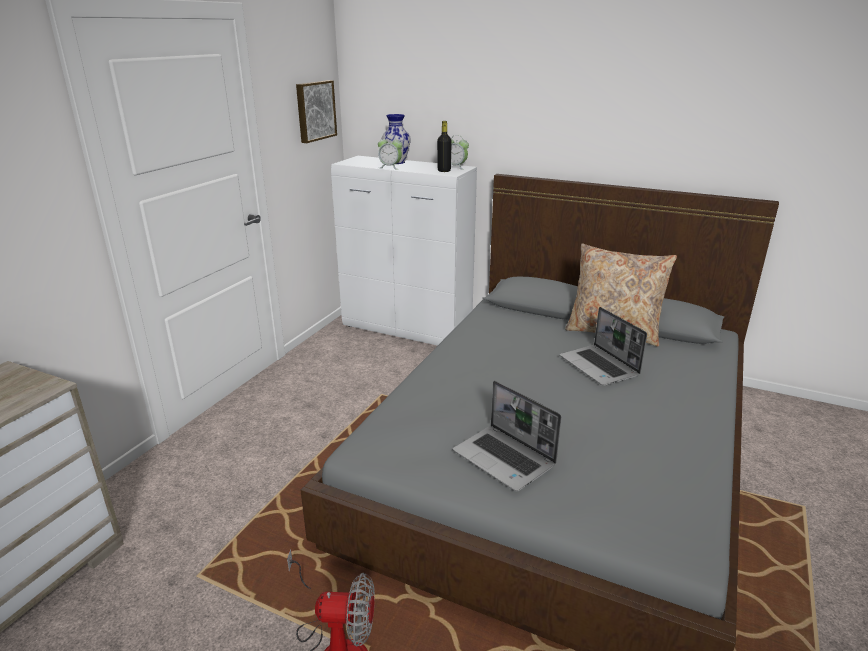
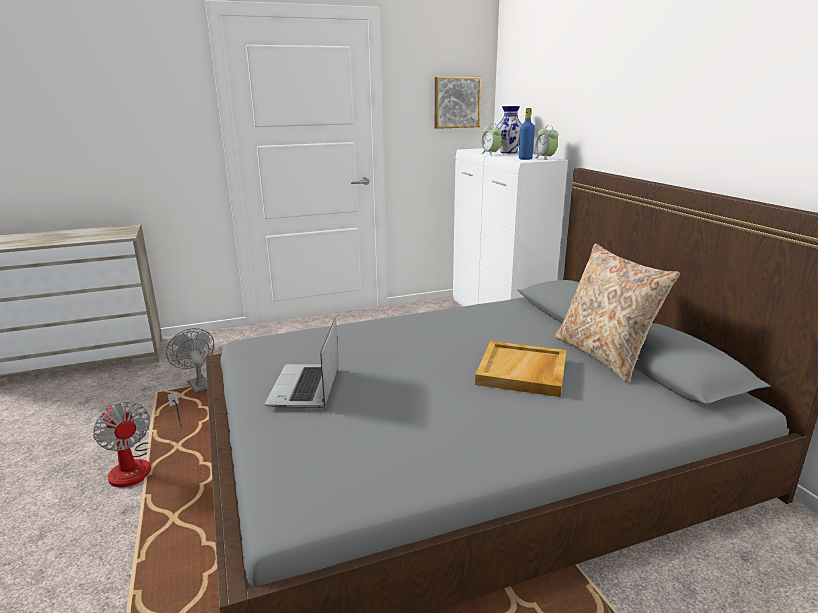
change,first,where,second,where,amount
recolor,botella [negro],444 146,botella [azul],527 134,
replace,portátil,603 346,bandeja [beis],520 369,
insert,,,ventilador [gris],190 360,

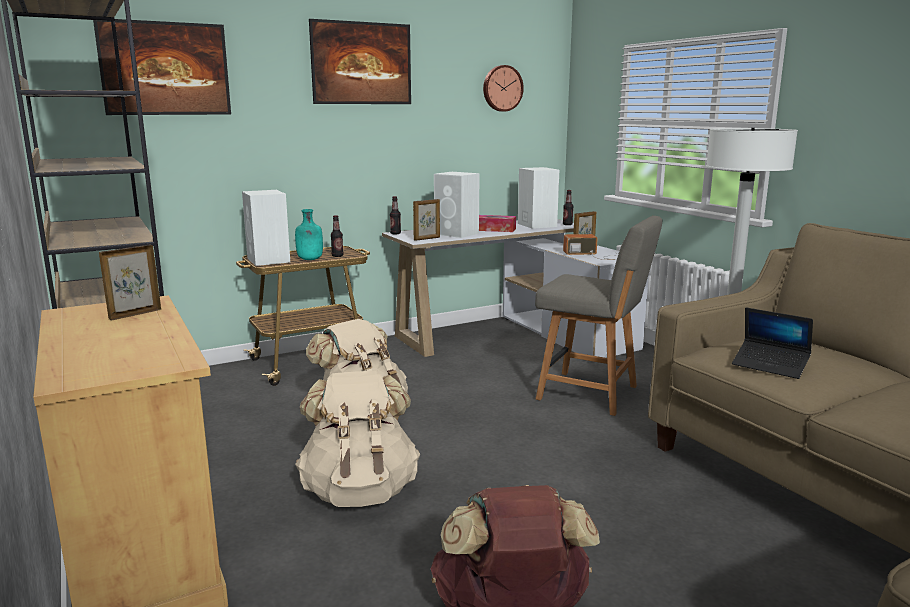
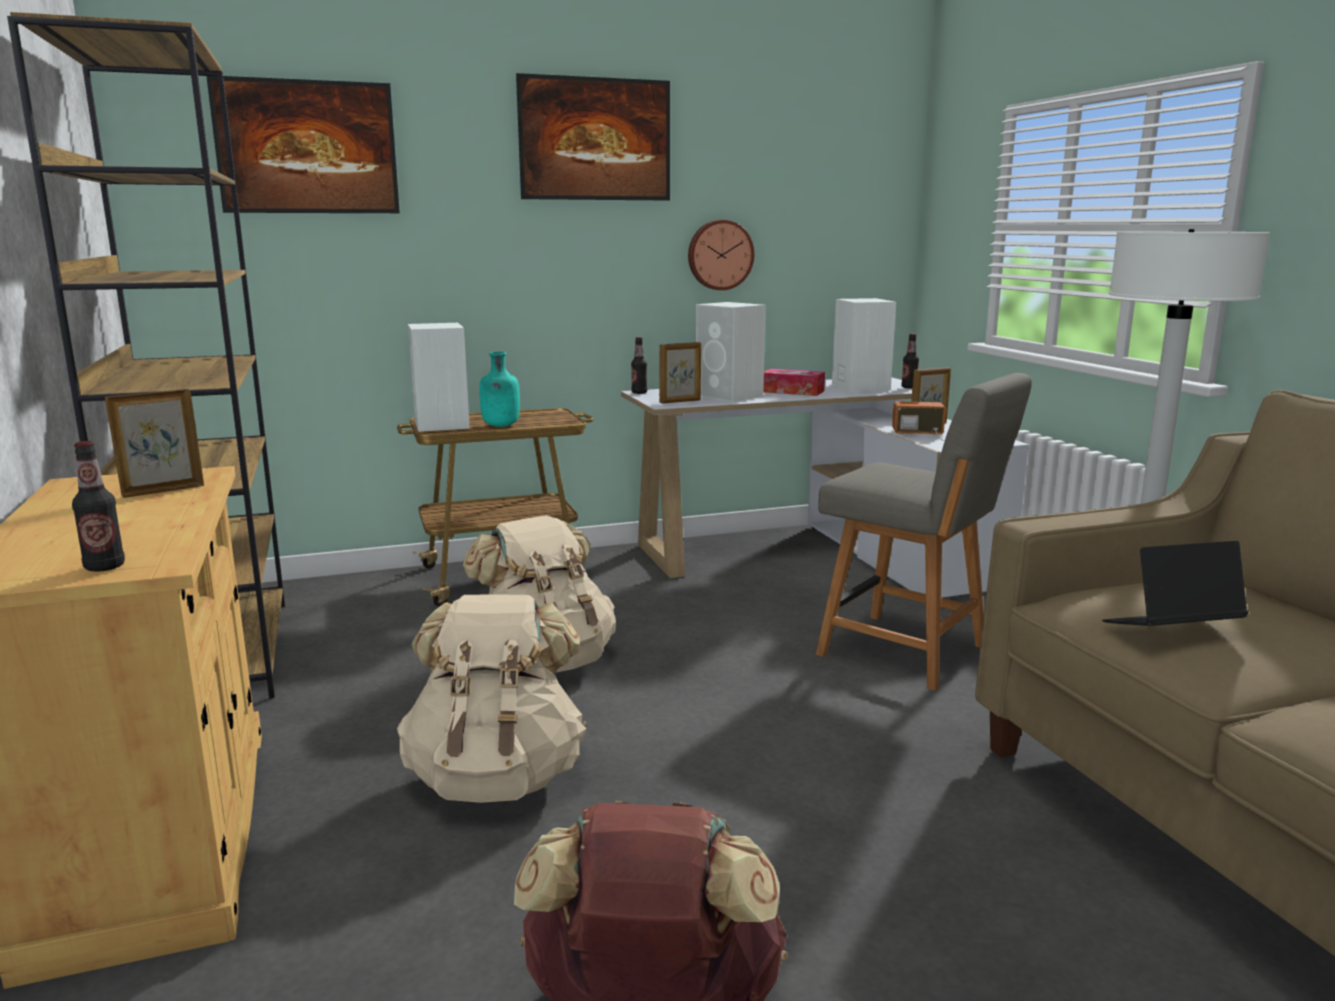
change,first,where,second,where,amount
move,botella,337 236,,98 506,
move,reloj de pared,503 88,,721 255,
rotate,portátil,772 343,,1175 583,120 degrees clockwise

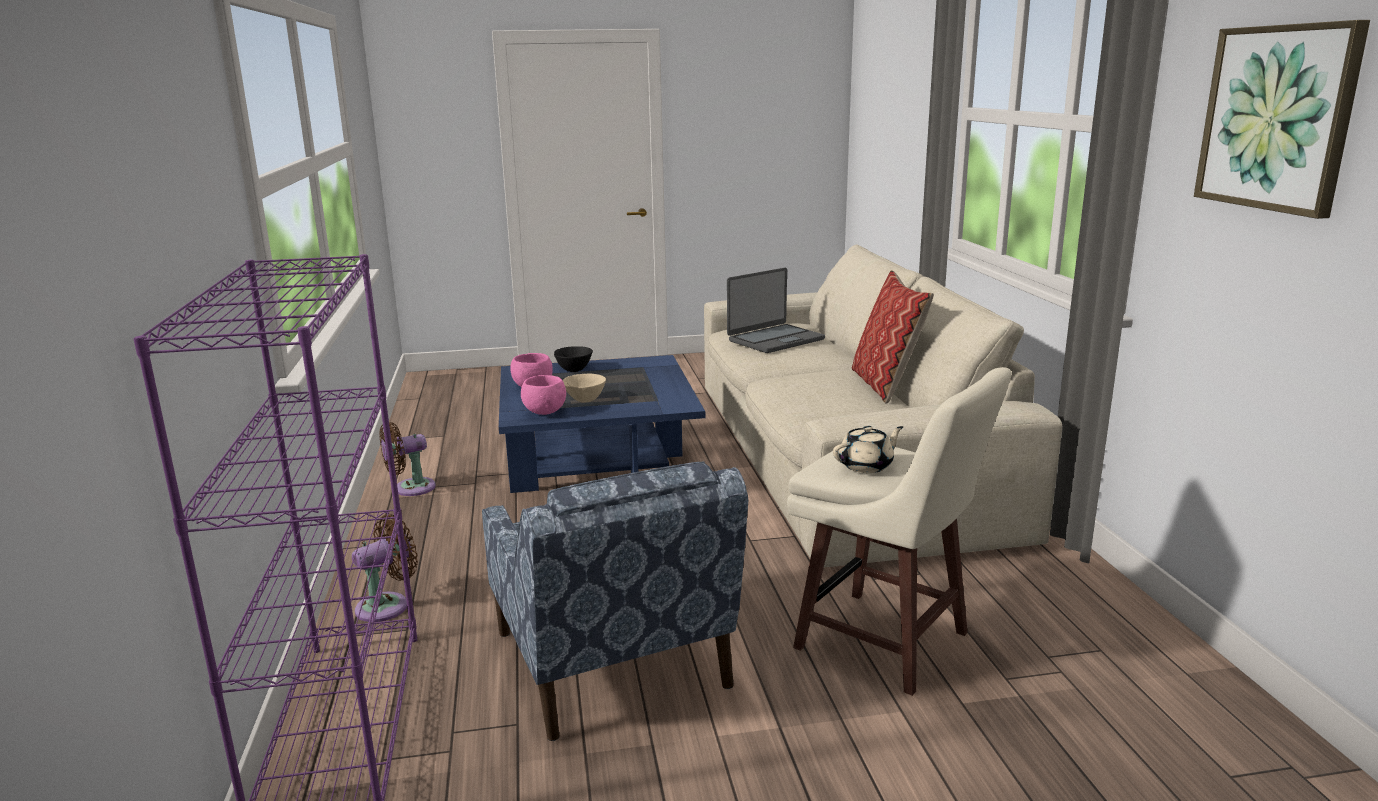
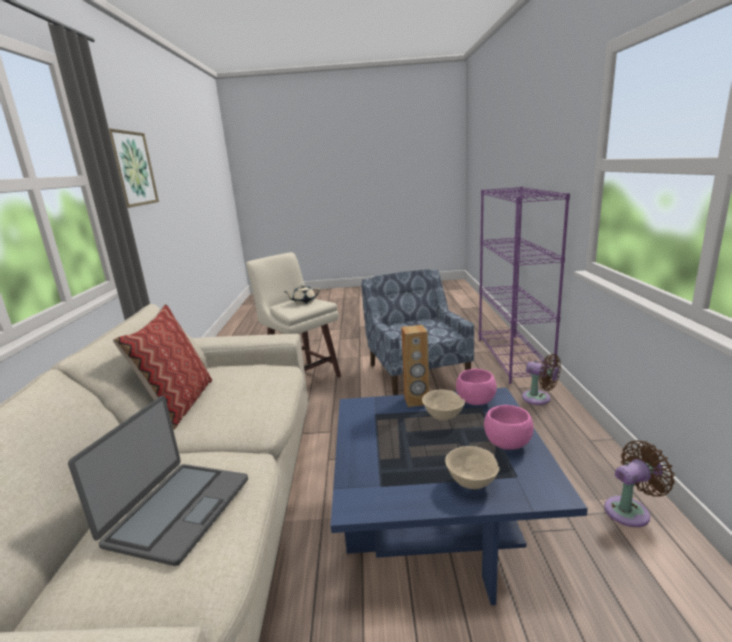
change,first,where,second,where,amount
rotate,ventilador [marrón],385 568,,541 379,105 degrees counterclockwise
recolor,cuenco [negro],573 359,cuenco [beis],472 467,
rotate,portátil,776 310,,158 481,135 degrees clockwise
insert,,,altavoz [marrón],415 366,

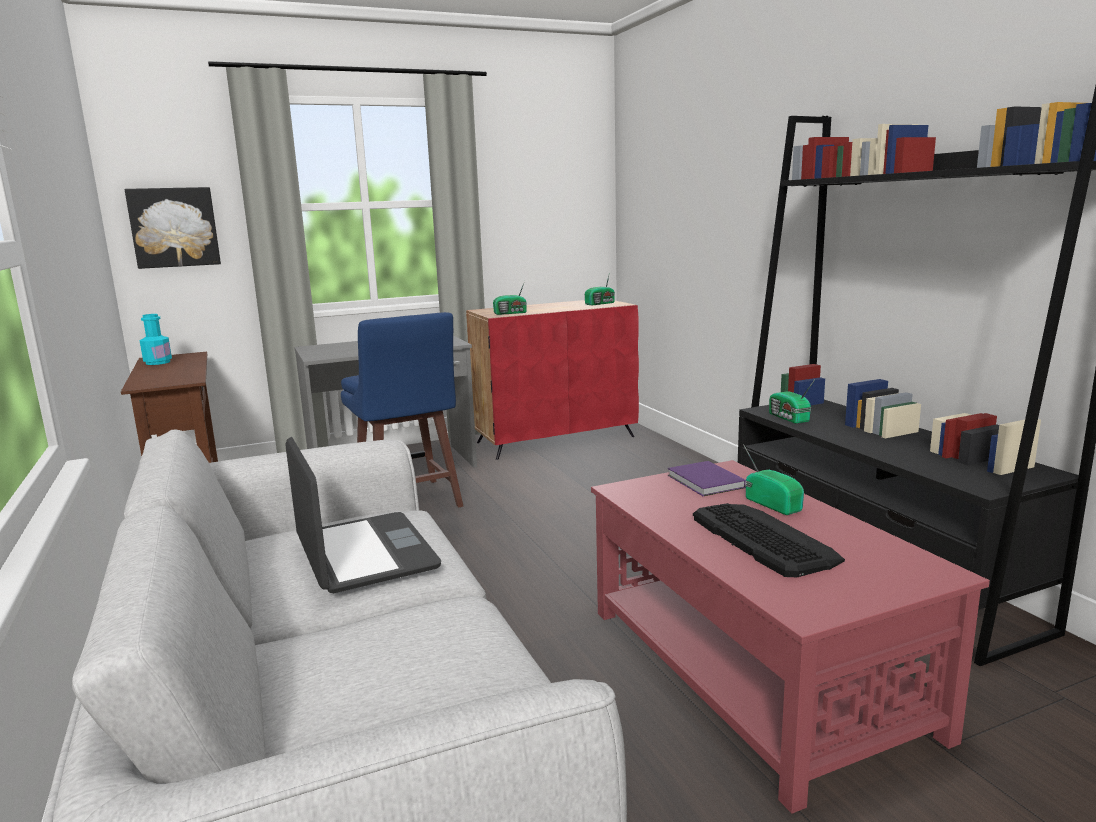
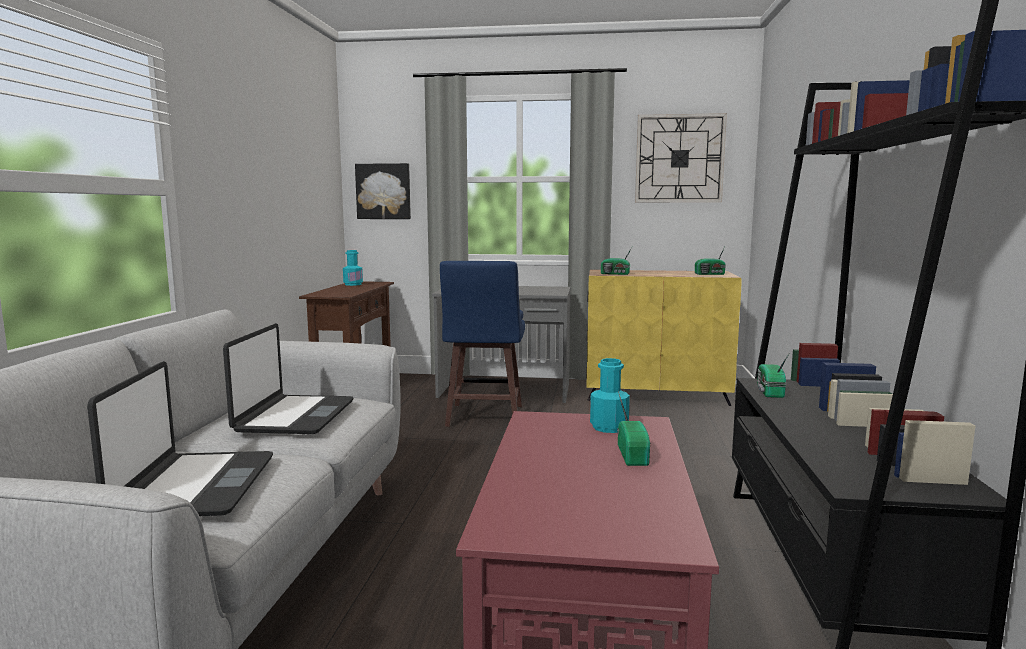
change,first,where,second,where,amount
recolor,armario [rojo],552 380,armario [amarillo],664 338,
replace,libro [morado],707 478,botella [turquesa],610 395,
delete,teclado,769 540,,,
insert,,,portátil,180 438,
insert,,,reloj de pared,681 157,

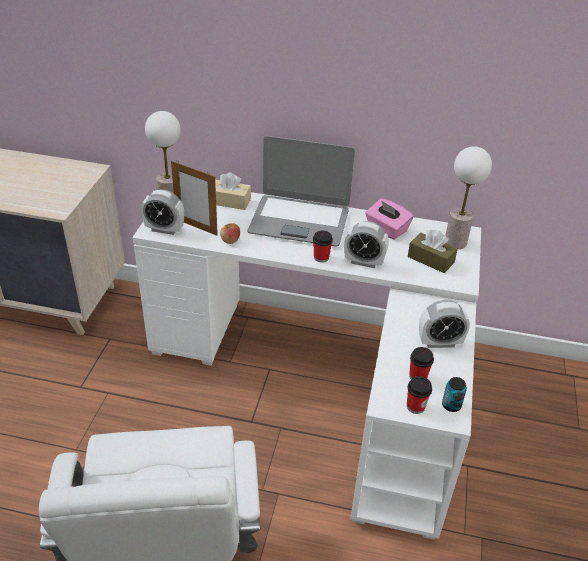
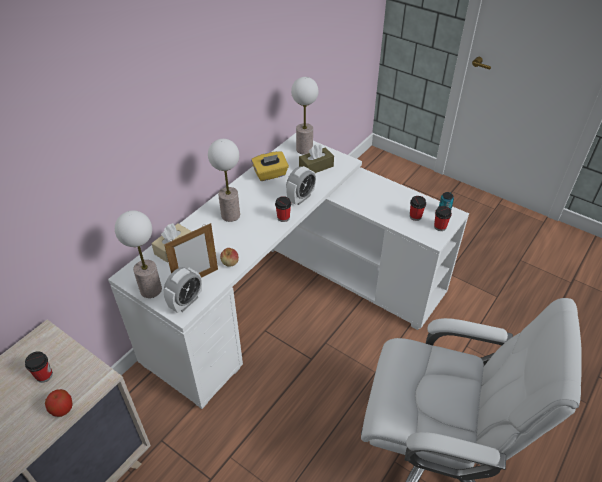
change,first,where,second,where,amount
replace,portátil,301 191,lámpara de mesa,224 180,
recolor,caja de pañuelos [rosa],389 219,caja de pañuelos [amarillo],270 166,
delete,despertador,444 324,,,
insert,,,taza,39 367,
insert,,,manzana,59 403,

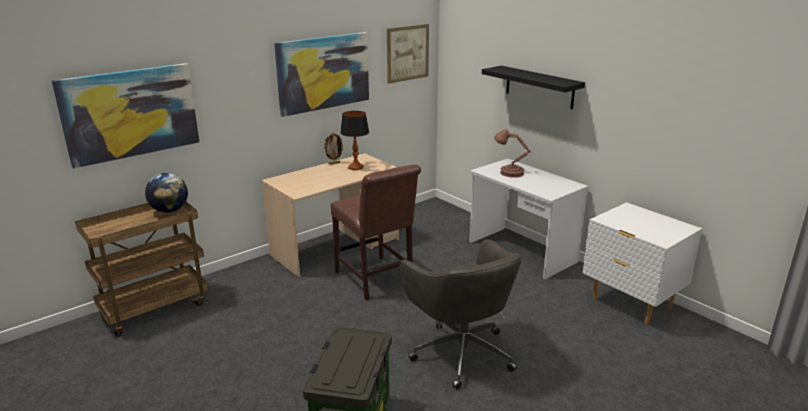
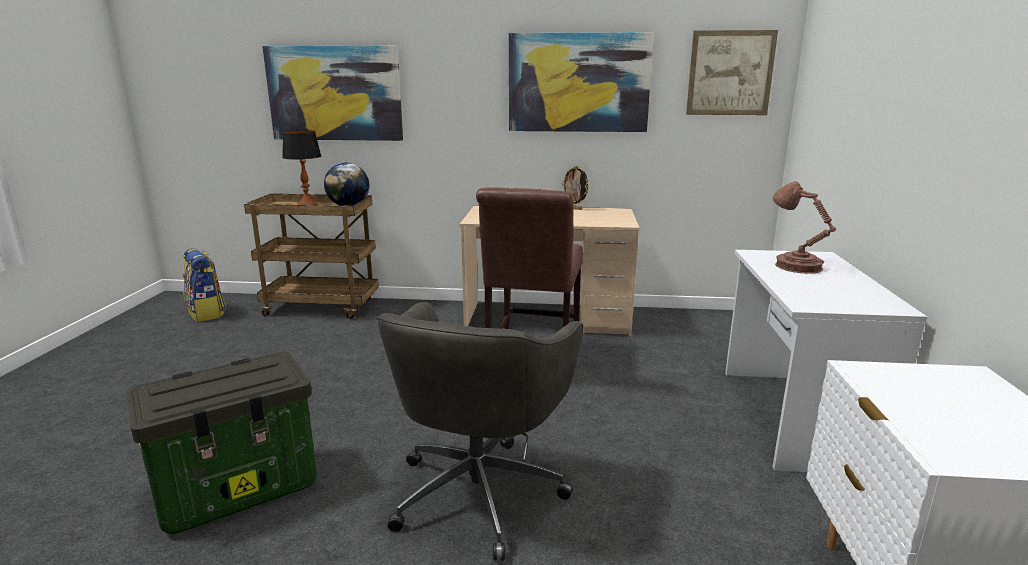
change,first,where,second,where,amount
move,lámpara de mesa,354 140,,302 167,
delete,estante [negro],533 87,,,
insert,,,mochila,204 285,

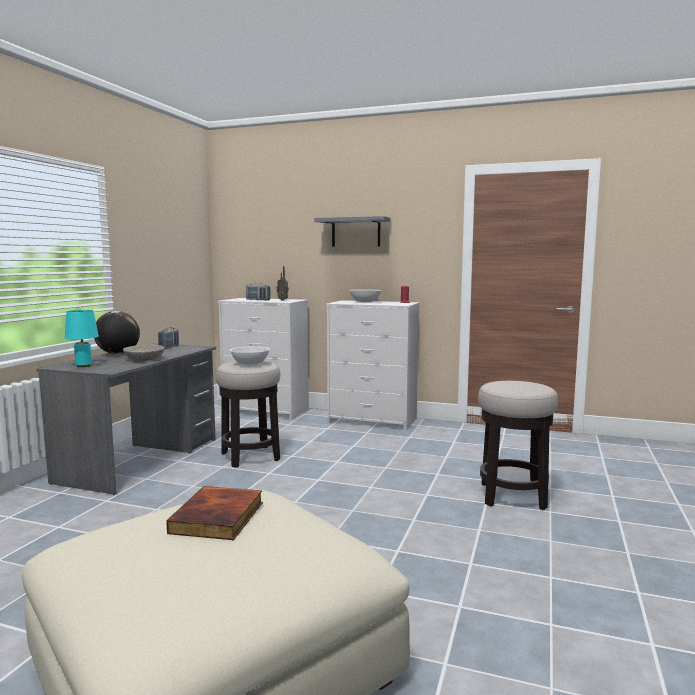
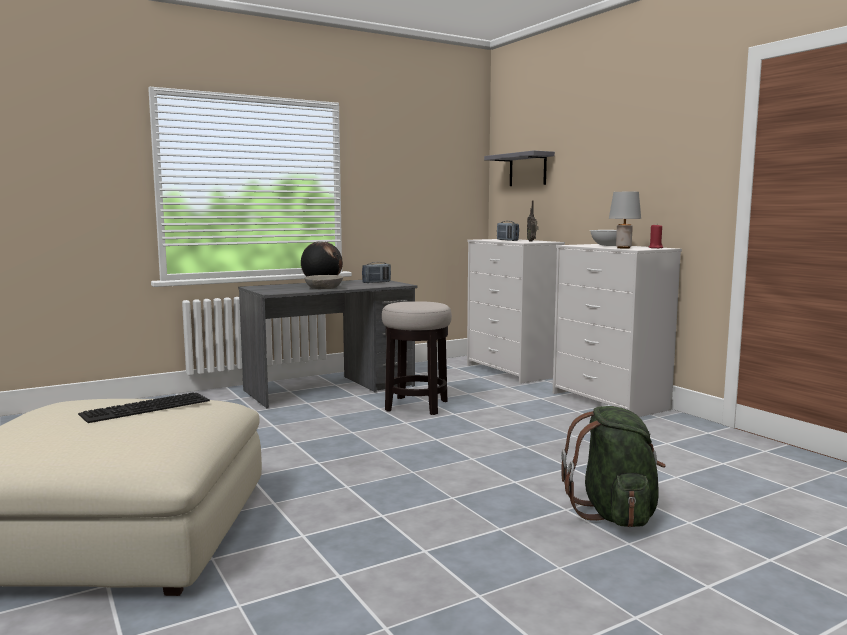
change,first,where,second,where,amount
delete,lámpara de mesa [turquesa],82 338,,,
replace,libro,214 513,teclado,144 407,
delete,cuenco [blanco],250 355,,,
move,estante [gris],352 231,,519 168,
replace,taburete,518 445,mochila [verde],613 466,
insert,,,lámpara de mesa [gris],625 220,

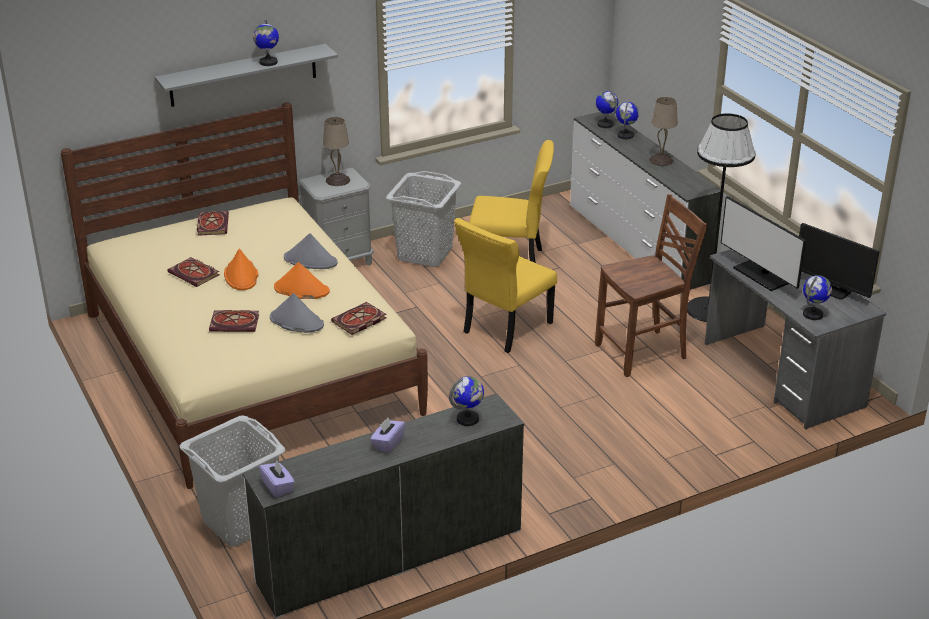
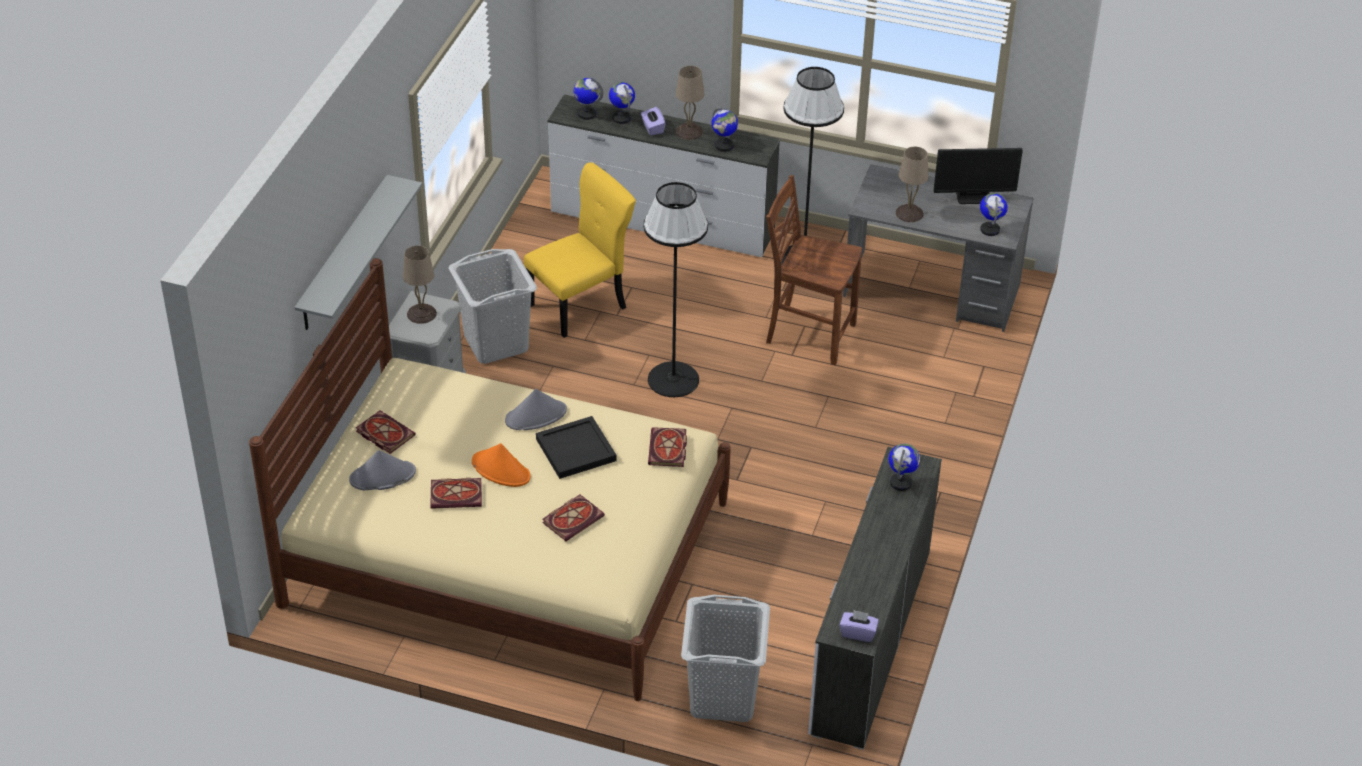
change,first,where,second,where,amount
move,globo terráqueo,266 42,,725 129,
move,sombrero [gris],297 313,,382 470,
replace,sombrero [naranja],302 280,bandeja [negro],576 447,
move,caja de pañuelos [morado],387 435,,653 121,
replace,silla [amarillo],505 285,lámpara de pie [negro],676 289,
rotate,silla [marrón],651 285,,814 270,90 degrees counterclockwise
replace,monitor,763 243,lámpara de mesa [beis],912 184,

